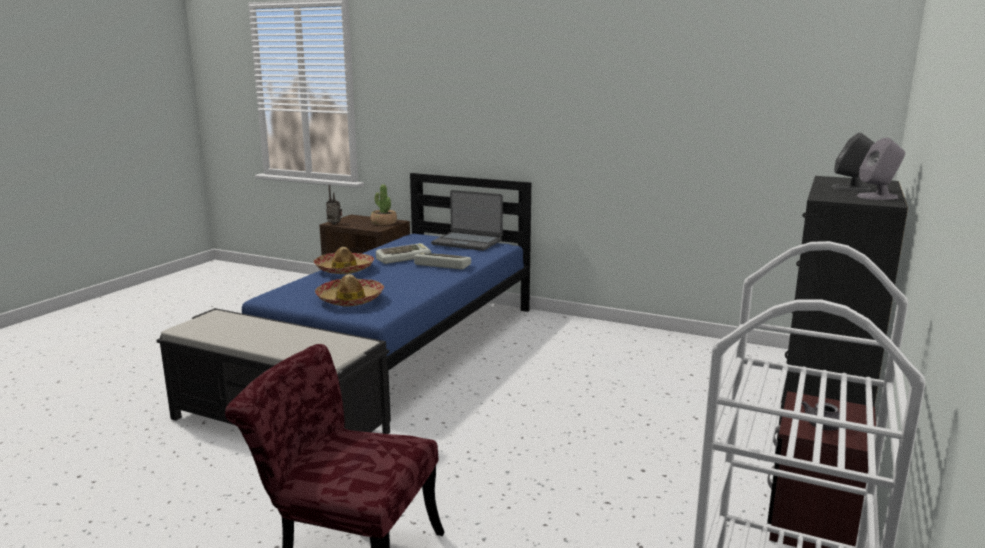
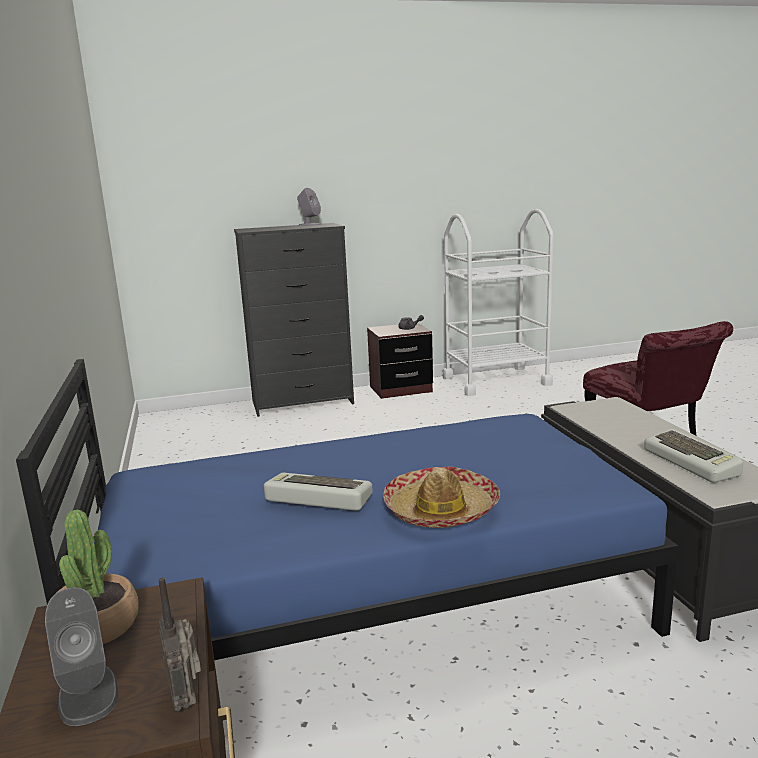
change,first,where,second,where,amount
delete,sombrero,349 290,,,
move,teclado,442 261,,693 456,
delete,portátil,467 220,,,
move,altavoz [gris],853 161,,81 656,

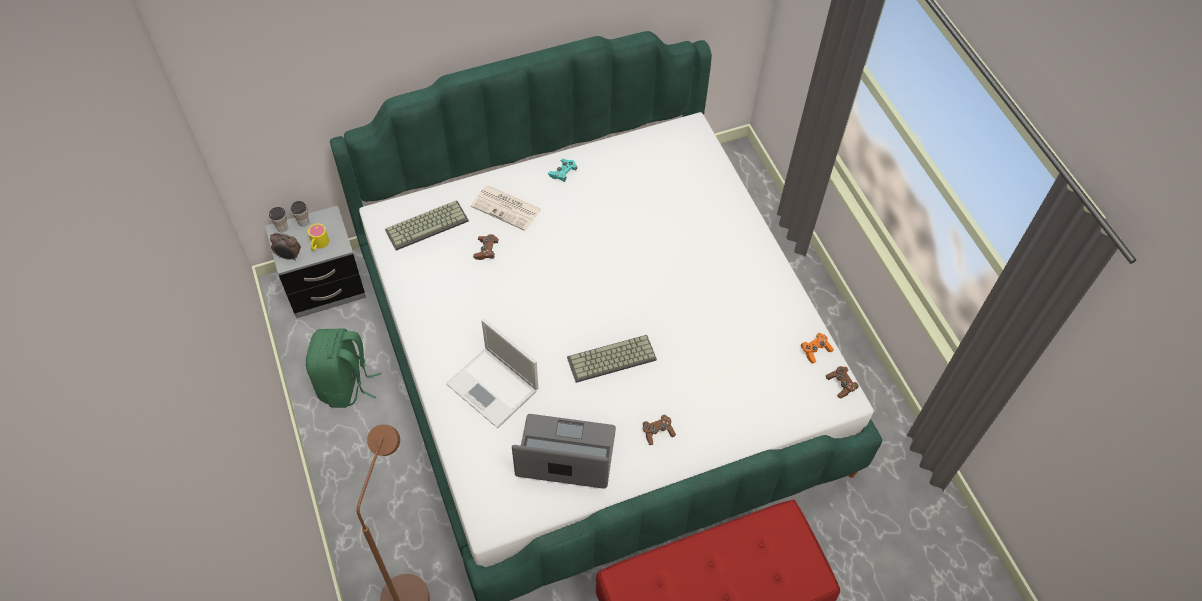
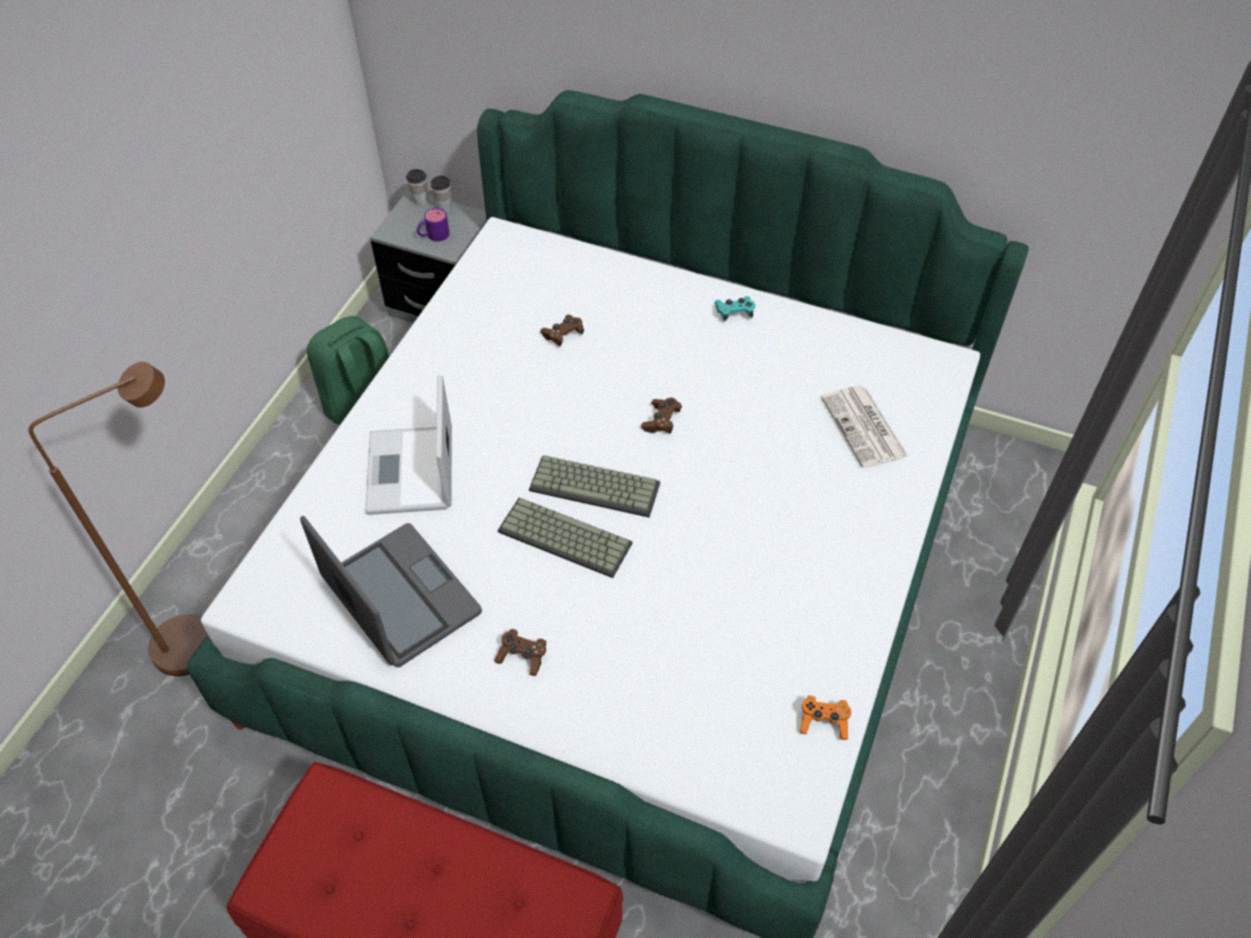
change,first,where,second,where,amount
delete,despertador,285 247,,,
recolor,taza grande [amarillo],318 237,taza grande [morado],433 225,
move,teclado,427 226,,594 486,
move,periódico,506 208,,864 427,
move,mando de consola [marrón],842 382,,661 416,

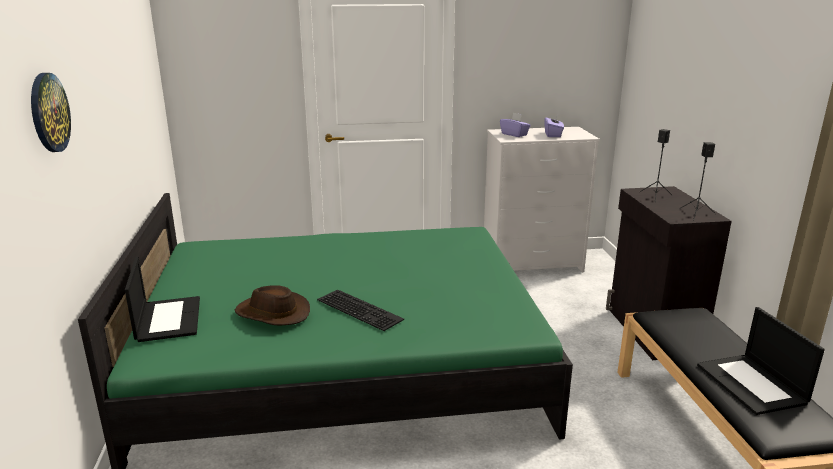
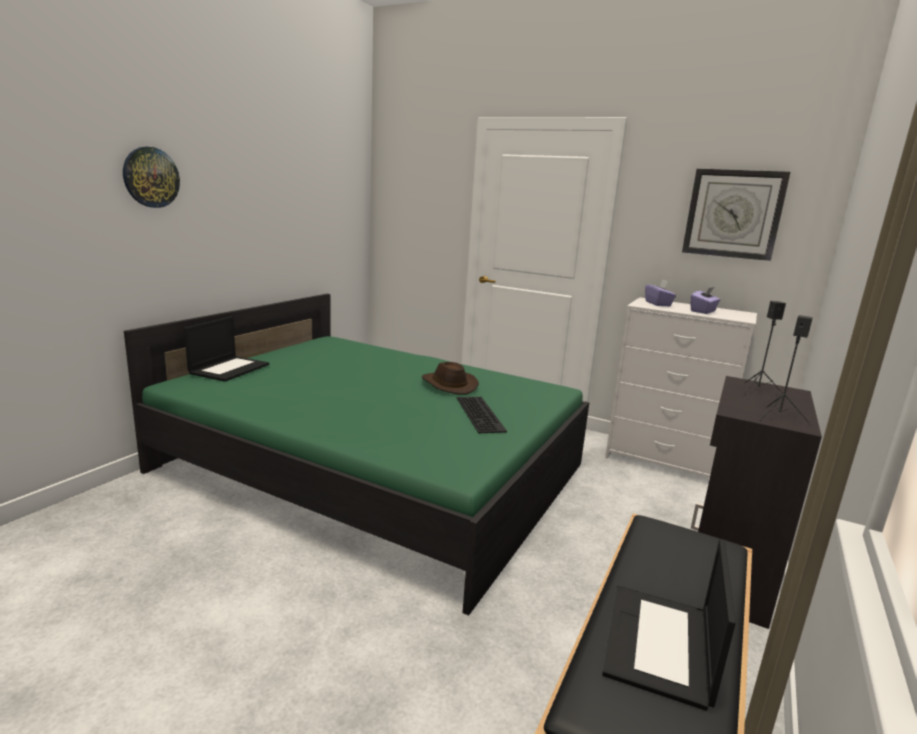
change,first,where,second,where,amount
move,sombrero [marrón],272 305,,450 378,
move,teclado,360 310,,482 415,
insert,,,reloj de pared,736 215,

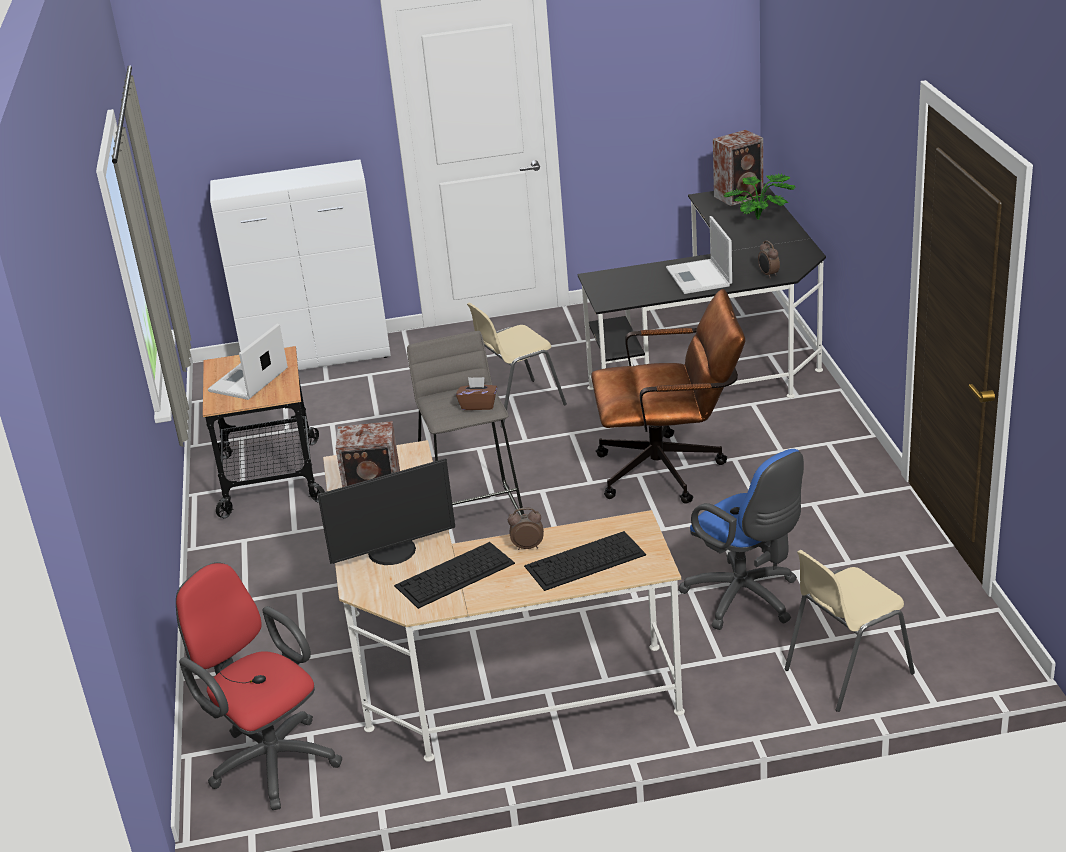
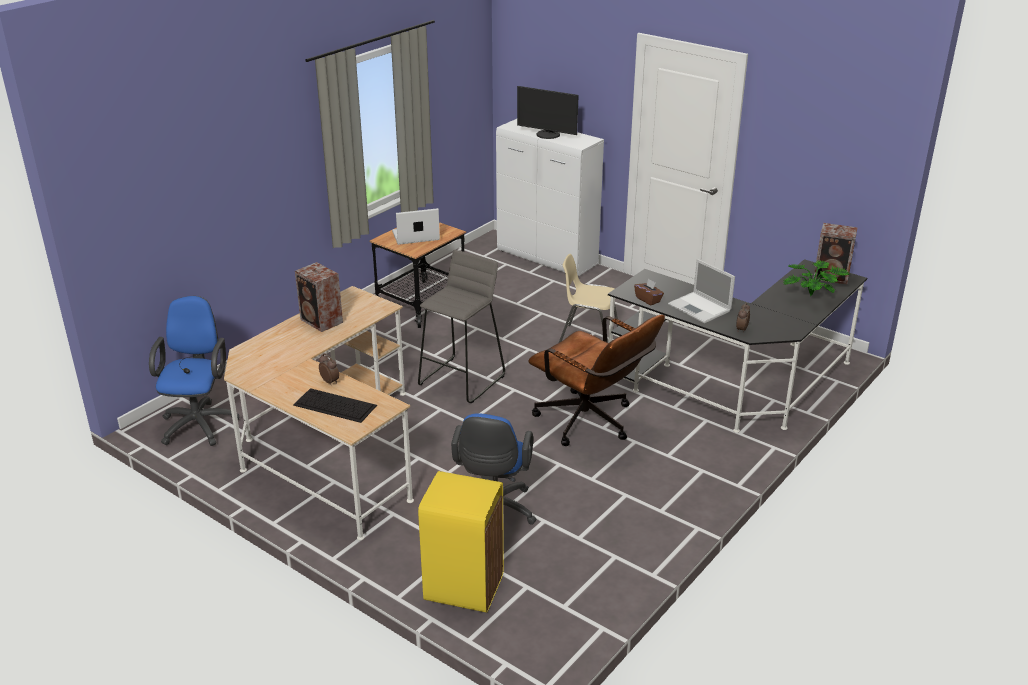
change,first,where,second,where,amount
recolor,silla de oficina [rojo],259 686,silla de oficina [azul],194 371,
move,monitor,386 511,,548 112,
delete,teclado,454 575,,,
move,caja de pañuelos [marrón],476 393,,649 291,
rotate,portátil,699 255,,701 291,75 degrees counterclockwise
replace,silla [beis],850 631,papelera [amarillo],461 542,

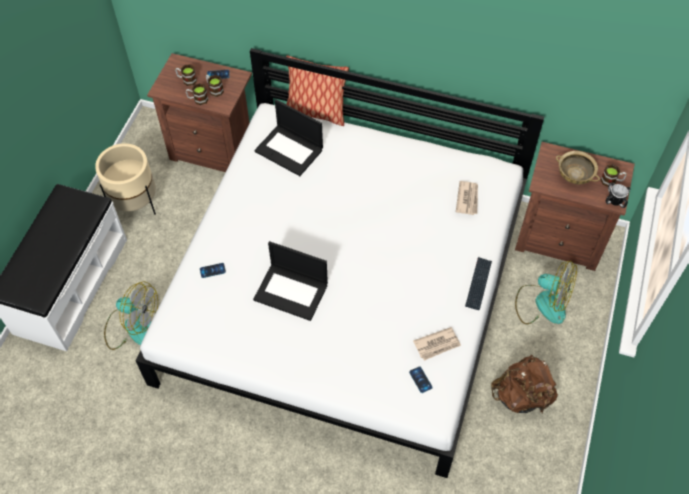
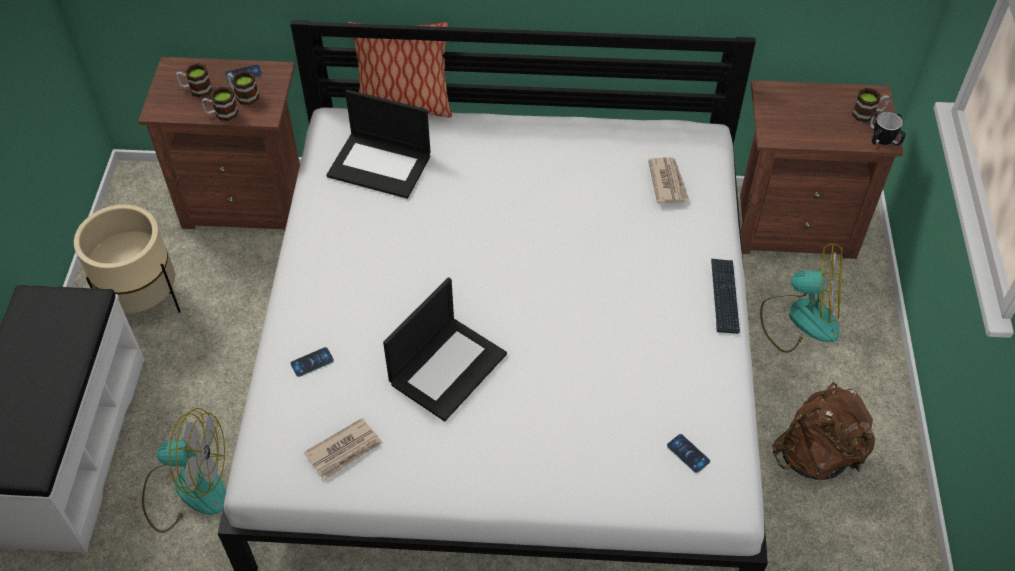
change,first,where,second,where,amount
rotate,portátil,290 281,,445 349,60 degrees counterclockwise
move,periódico,437 344,,343 449,
delete,cuenco [beis],578 167,,,

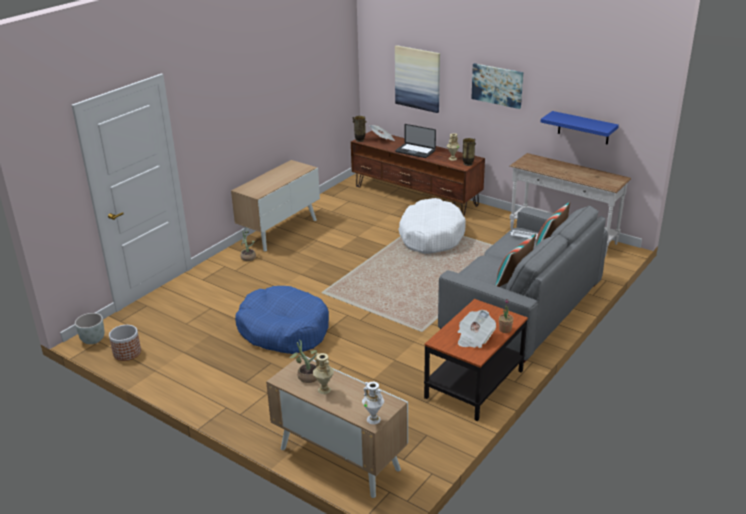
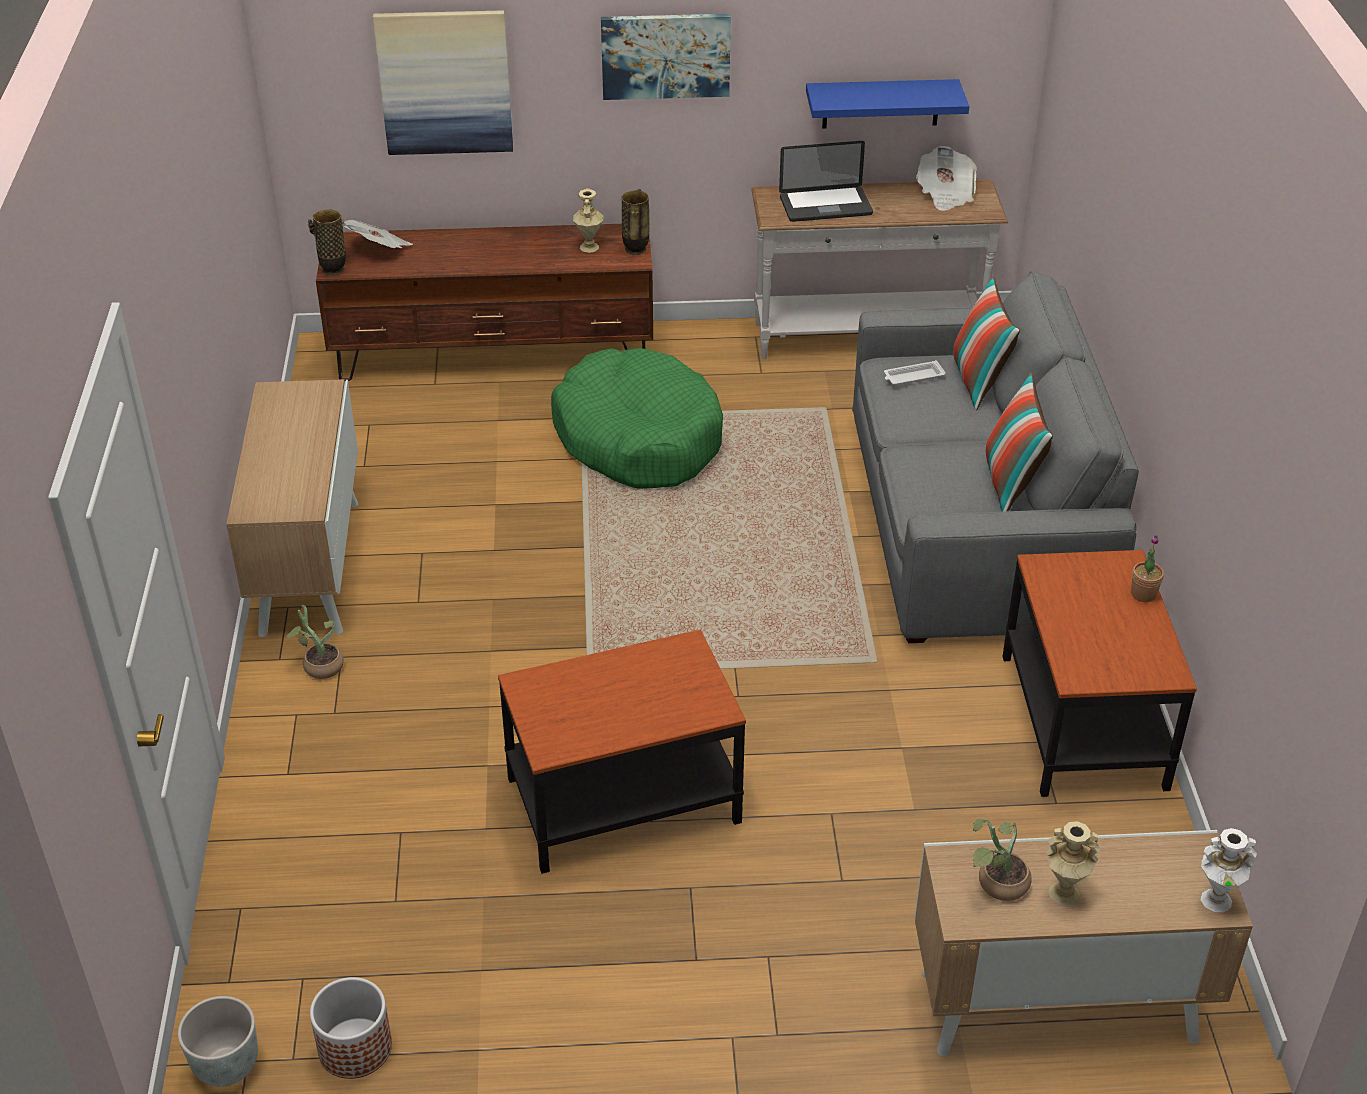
change,first,where,second,where,amount
replace,cama para perro [azul],282 320,mesa auxiliar,622 752,
move,portátil,415 141,,826 181,
recolor,cama para perro [blanco],432 226,cama para perro [verde],637 418,
move,periódico,477 329,,946 178,

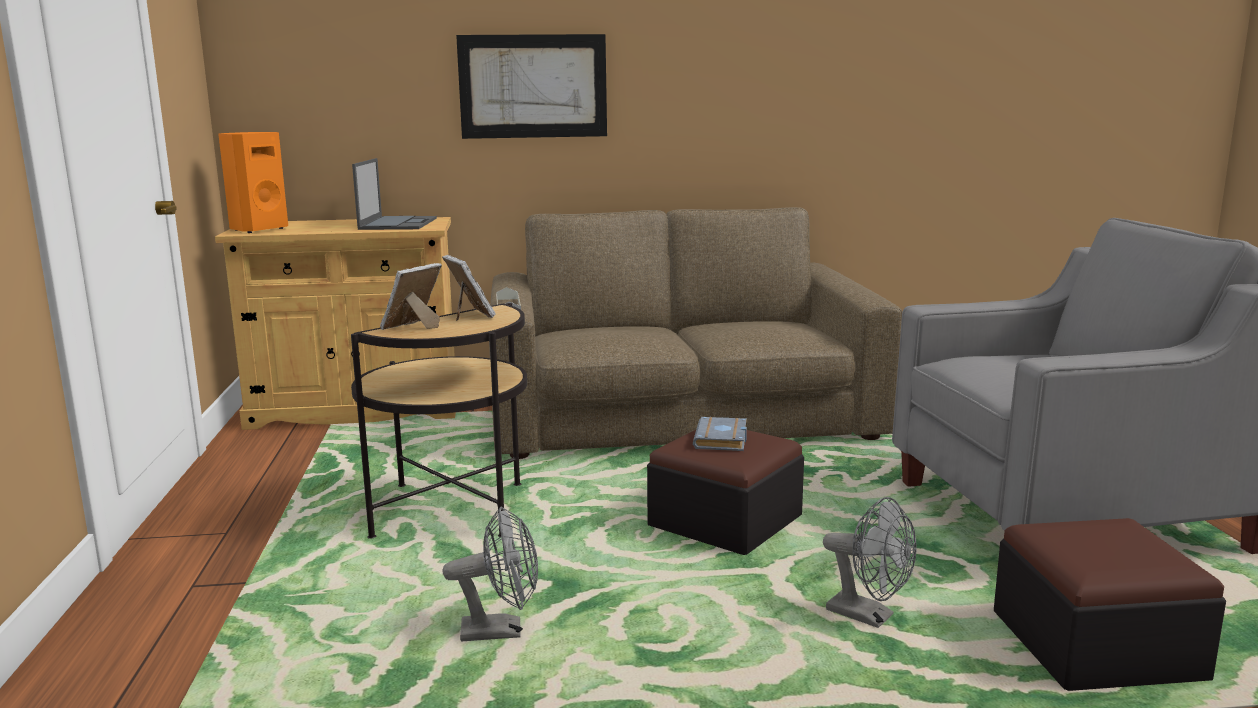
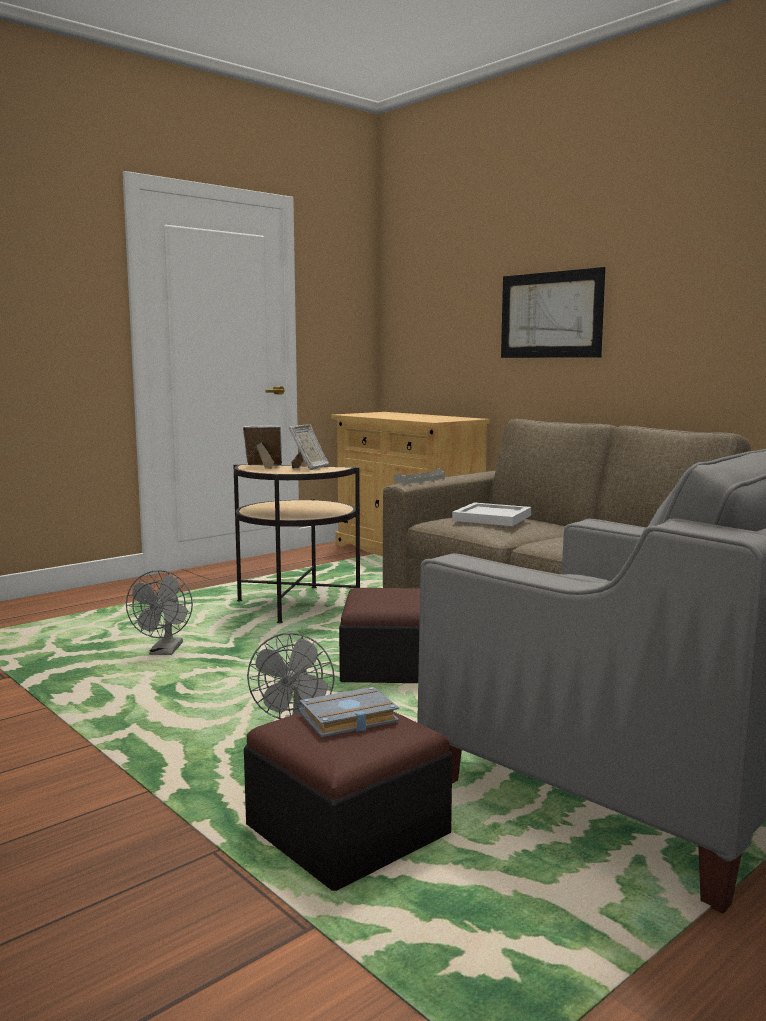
change,first,where,second,where,amount
delete,altavoz [naranja],253 182,,,
delete,portátil,394 194,,,
rotate,ventilador [gris],490 574,,159 612,45 degrees clockwise
move,libro [gris],720 434,,348 712,
insert,,,bandeja [blanco],491 514,

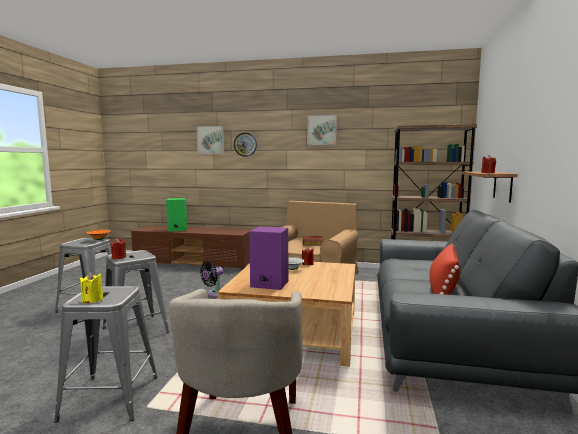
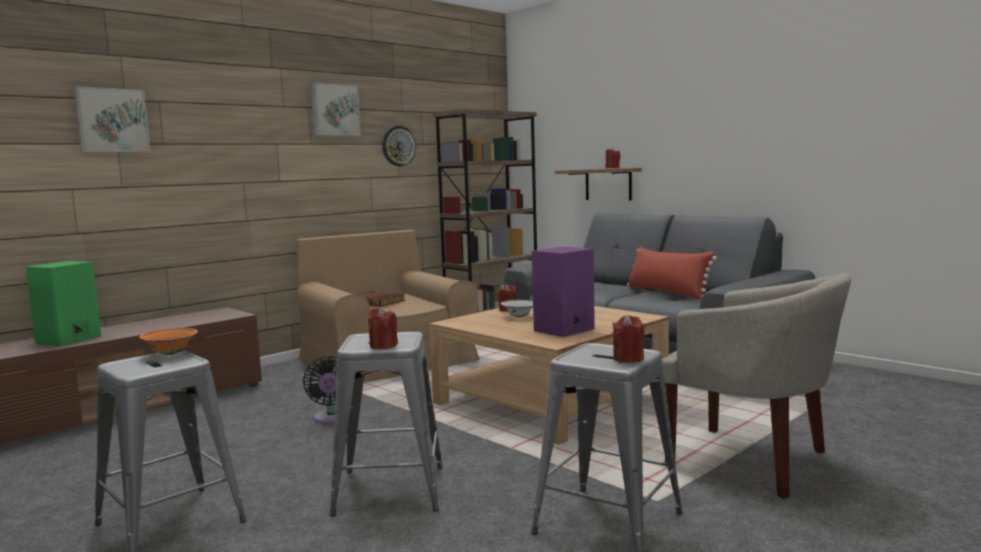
change,first,where,second,where,amount
recolor,vela [amarillo],91 287,vela [rojo],628 339,
move,reloj de pared,245 145,,399 146,

